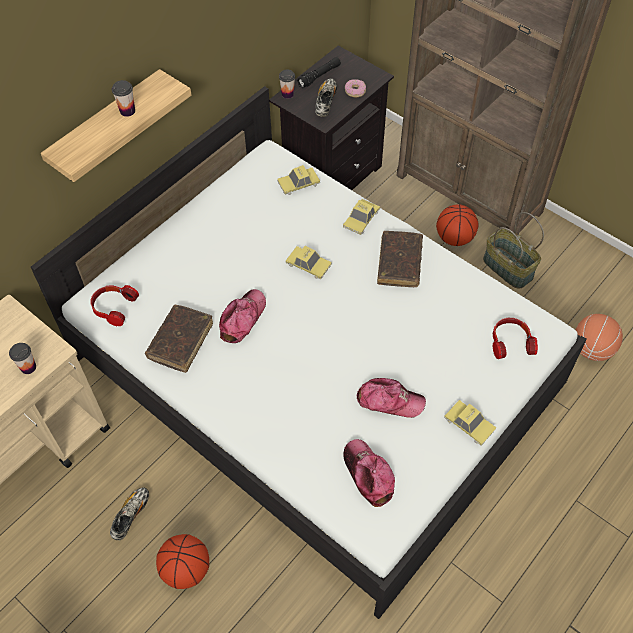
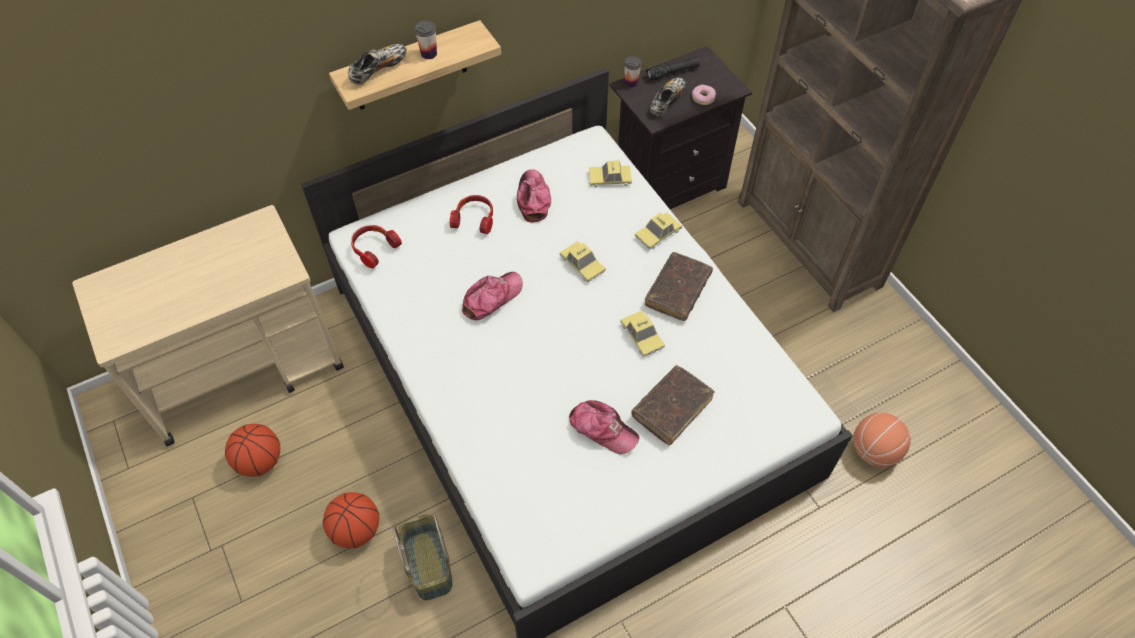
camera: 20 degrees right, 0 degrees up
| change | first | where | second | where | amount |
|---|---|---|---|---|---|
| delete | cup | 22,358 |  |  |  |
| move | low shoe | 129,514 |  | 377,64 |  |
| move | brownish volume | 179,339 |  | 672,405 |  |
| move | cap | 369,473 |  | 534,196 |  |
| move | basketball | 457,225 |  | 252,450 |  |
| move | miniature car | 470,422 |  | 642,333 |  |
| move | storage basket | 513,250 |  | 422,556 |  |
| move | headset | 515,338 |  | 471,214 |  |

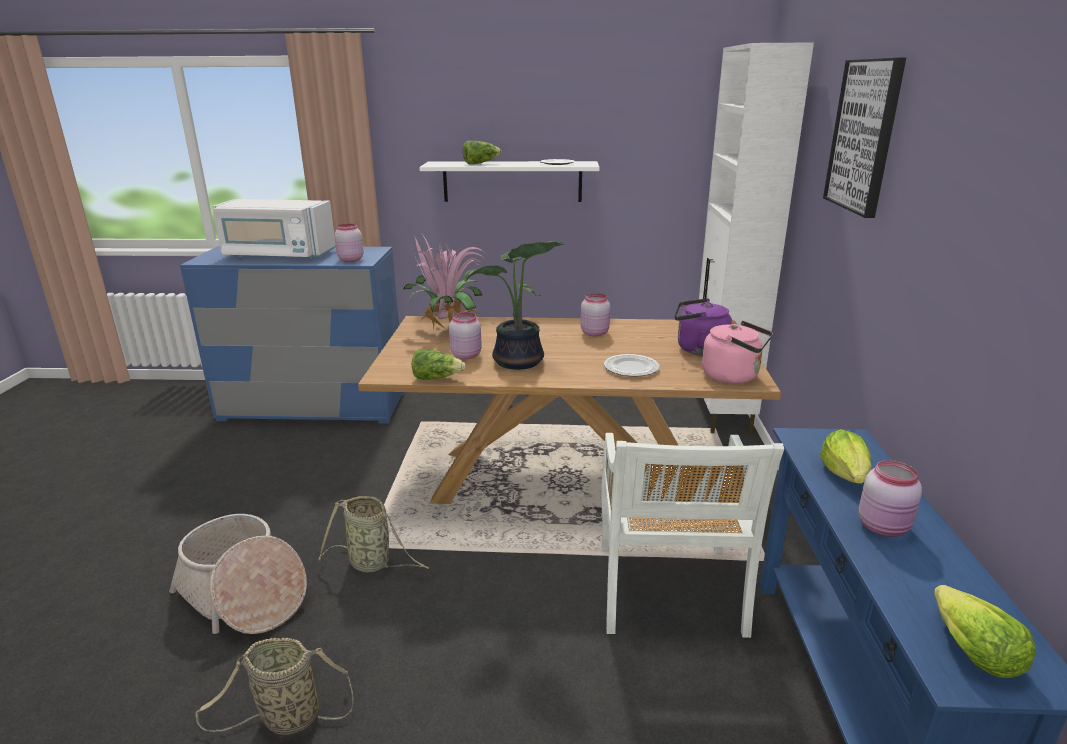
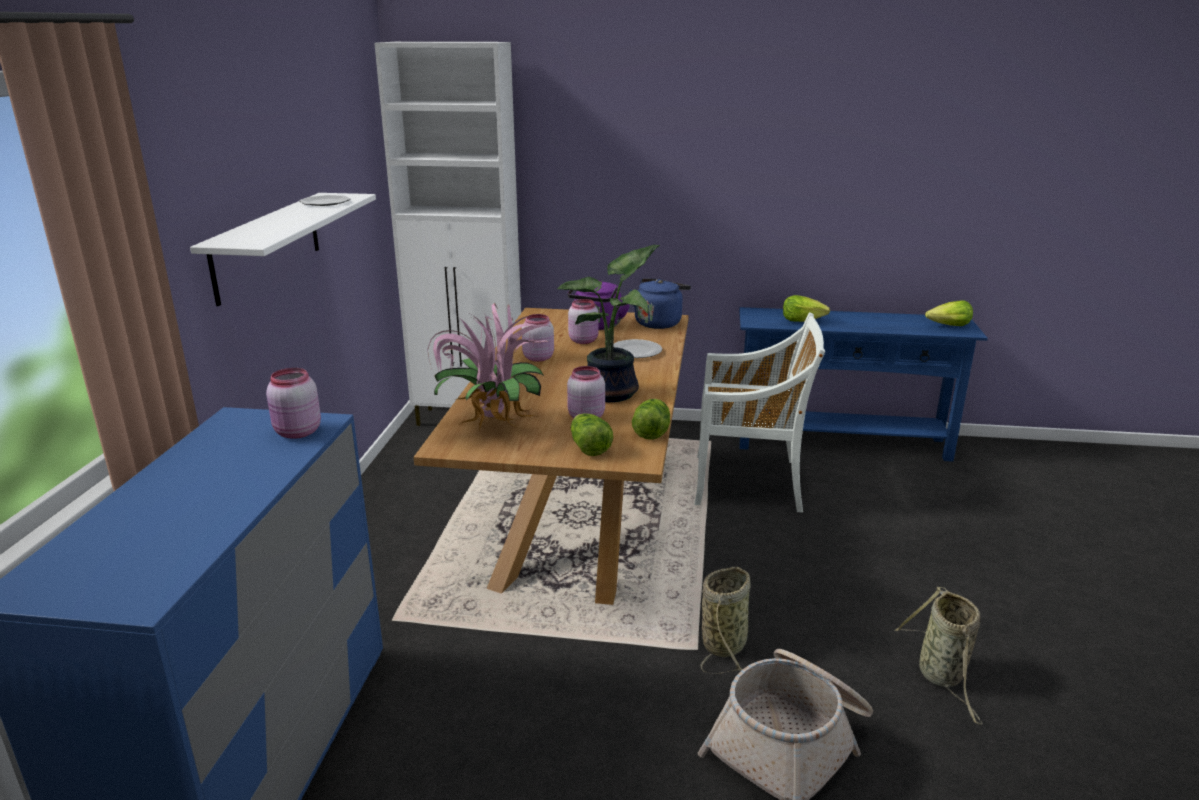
camera: 85 degrees left, 0 degrees up
| change | first | where | second | where | amount |
|---|---|---|---|---|---|
| delete | white microwave oven | 274,229 |  |  |  |
| move | head of lettuce | 482,152 |  | 592,435 |  |
| recolor | pinkish kettle | 737,352 | blue-coloured kettle | 660,303 |  |
| delete | wall picture | 864,138 |  |  |  |
| move | pinkish jar | 890,498 |  | 583,321 |  |

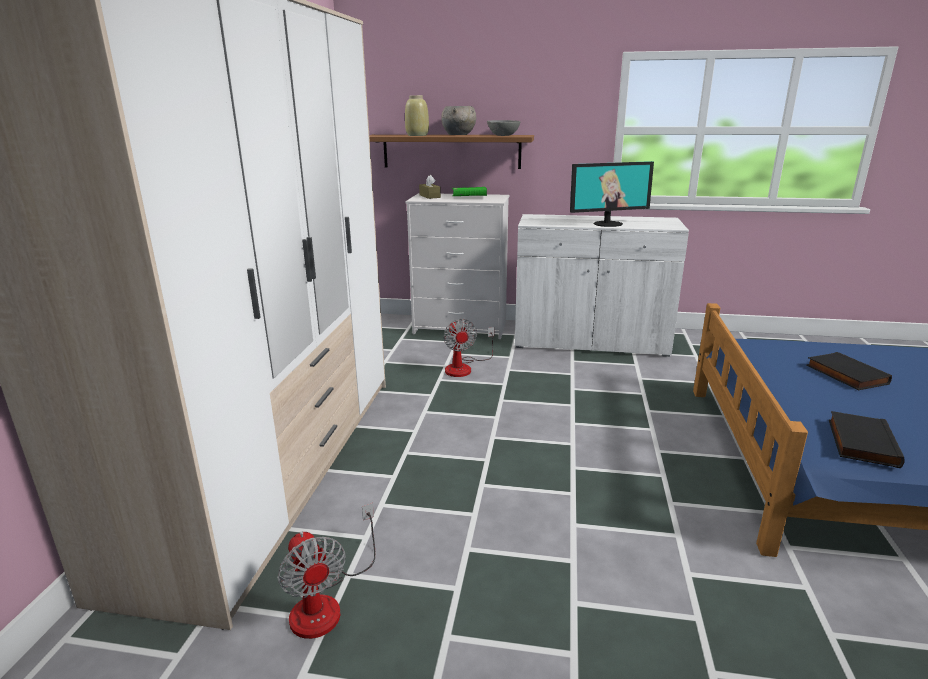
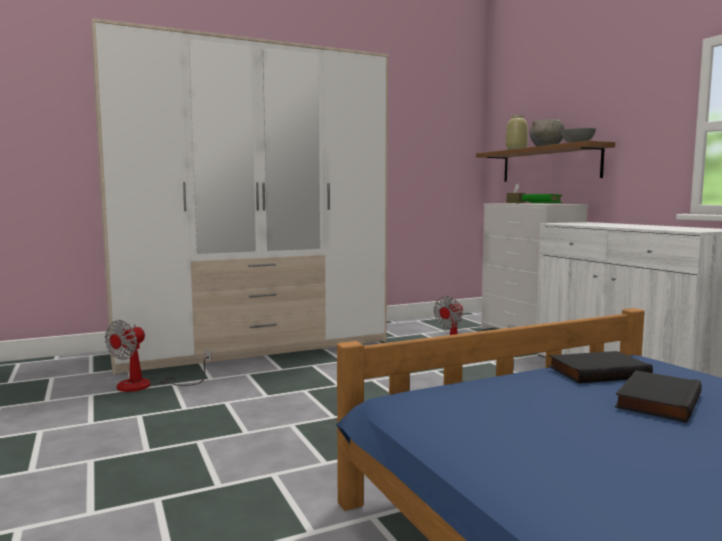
camera: 55 degrees right, 15 degrees down
| change | first | where | second | where | amount |
|---|---|---|---|---|---|
| delete | monitor | 612,194 |  |  |  |
| move | black-coloured volume | 867,439 |  | 601,367 |  |

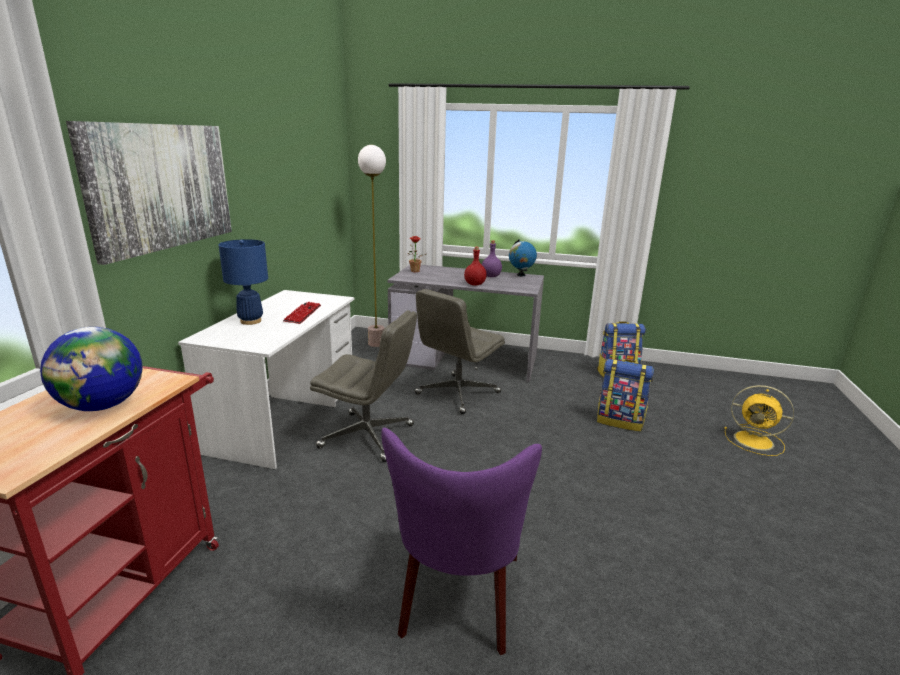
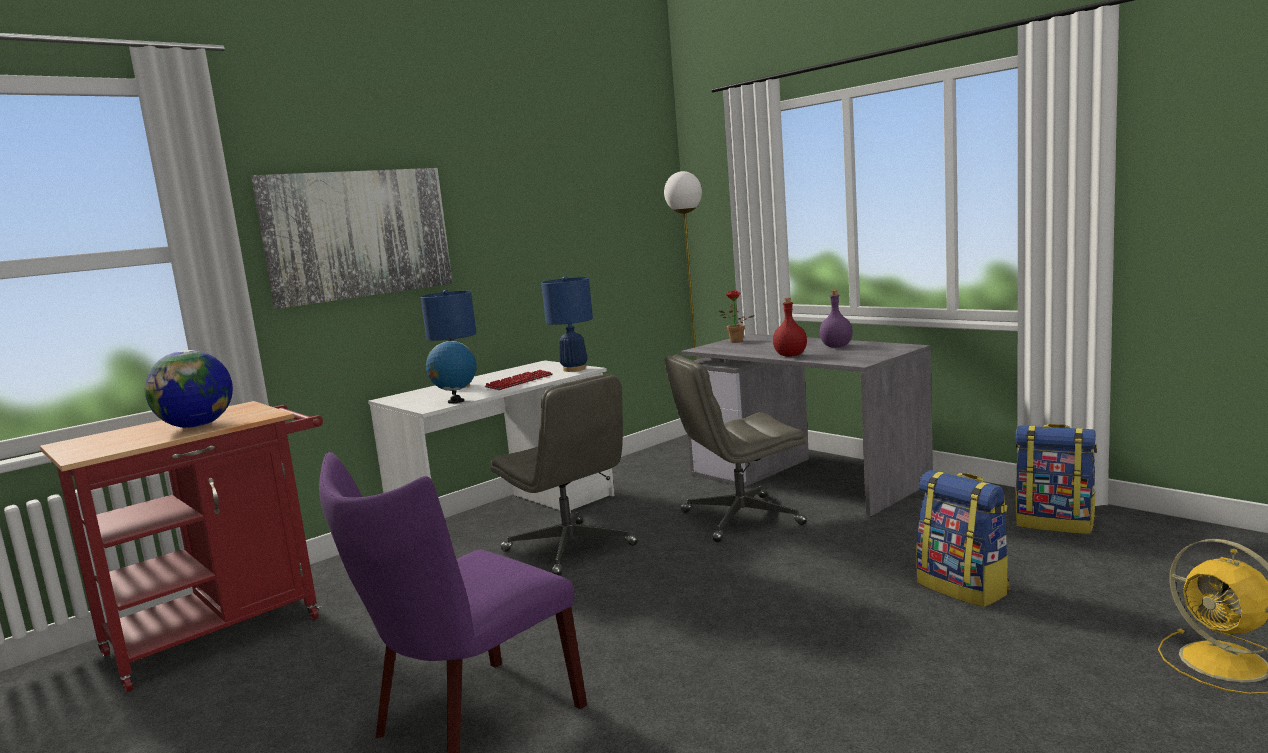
camera: 35 degrees right, 10 degrees down
| change | first | where | second | where | amount |
|---|---|---|---|---|---|
| move | globe | 523,257 |  | 451,371 |  |
| insert |  |  | blue-coloured lamp for a table | 567,324 |  |

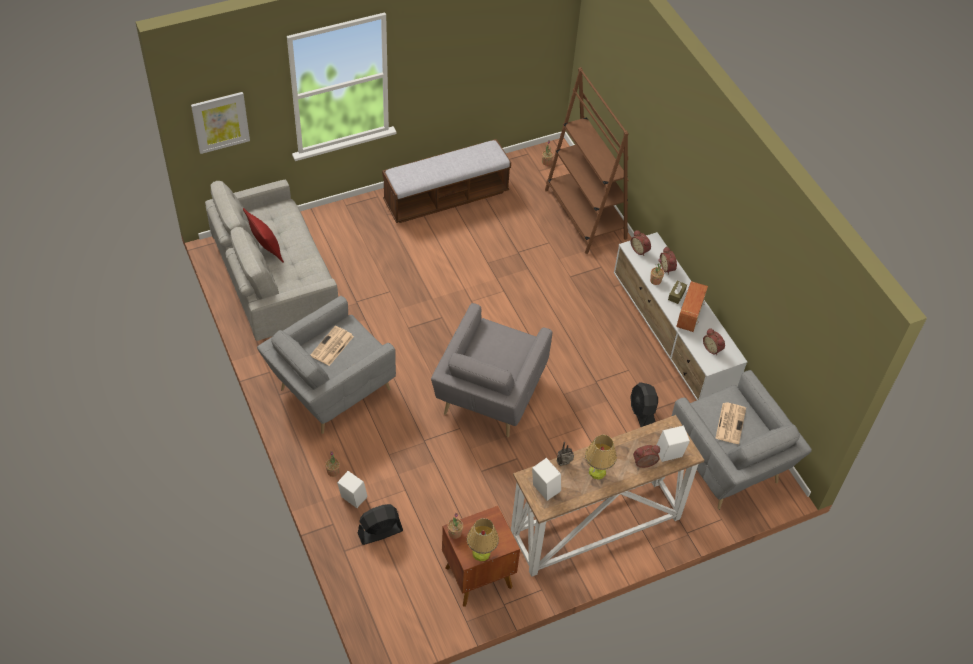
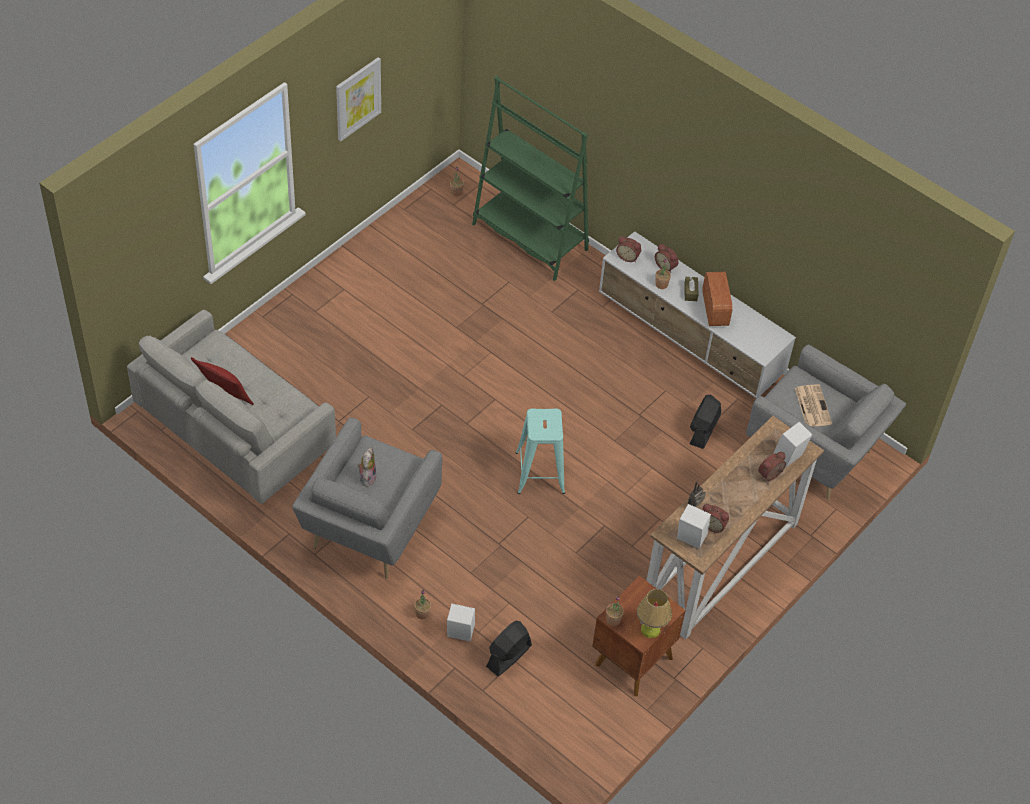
camera: 25 degrees left, 0 degrees up
| change | first | where | second | where | amount |
|---|---|---|---|---|---|
| move | wall picture | 220,123 |  | 358,99 |  |
| replace | daily paper | 332,346 | cuddly toy | 367,467 |  |
| delete | long seat | 446,181 |  |  |  |
| replace | greyish easy chair | 491,370 | turquoise-coloured stool | 540,451 |  |
| recolor | brownish bookshelf | 587,160 | green bookshelf | 530,178 |  |
| delete | lamp for a table | 601,457 |  |  |  |
| rotate | black-coloured cooling fan | 644,404 |  | 705,421 | 60 degrees clockwise |
| move | bedside clock | 714,341 |  | 716,518 |  |

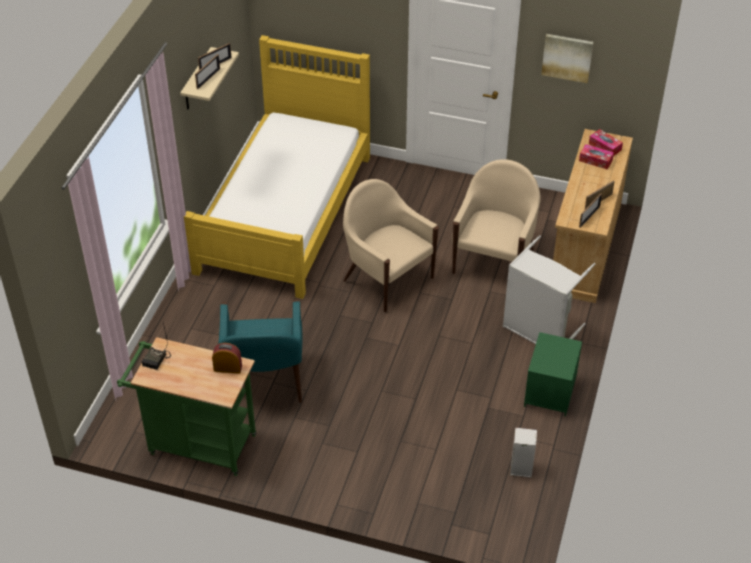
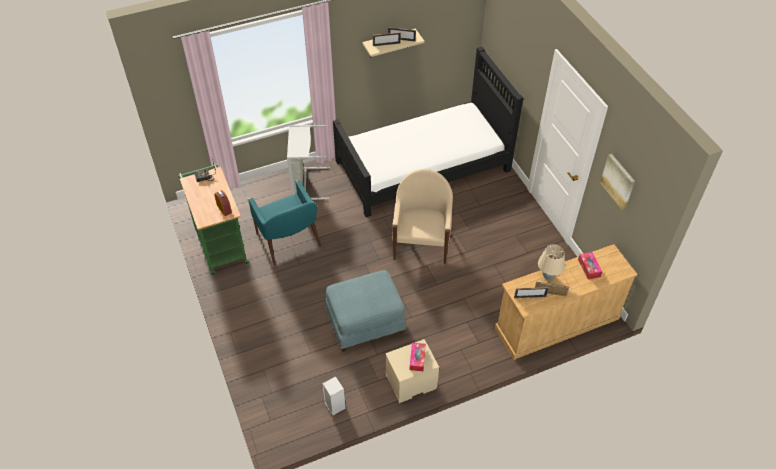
camera: 50 degrees right, 5 degrees up
| change | first | where | second | where | amount |
|---|---|---|---|---|---|
| recolor | yellow-coloured bedroom bed | 277,167 | black-coloured bedroom bed | 428,132 |  |
| rotate | turquoise-coloured easy chair | 260,351 |  | 284,223 | 75 degrees counterclockwise |
| delete | beige-coloured easy chair | 496,216 |  |  |  |
| move | greyish washing basket | 549,289 |  | 308,162 |  |
| recolor | green bedside table | 553,374 | beige-coloured bedside table | 412,371 |  |
| move | tissue holder | 606,142 |  | 418,357 |  |
| insert |  |  | blue-coloured footrest | 365,311 |  |
| insert |  |  | beige-coloured lamp for a table | 551,262 |  |

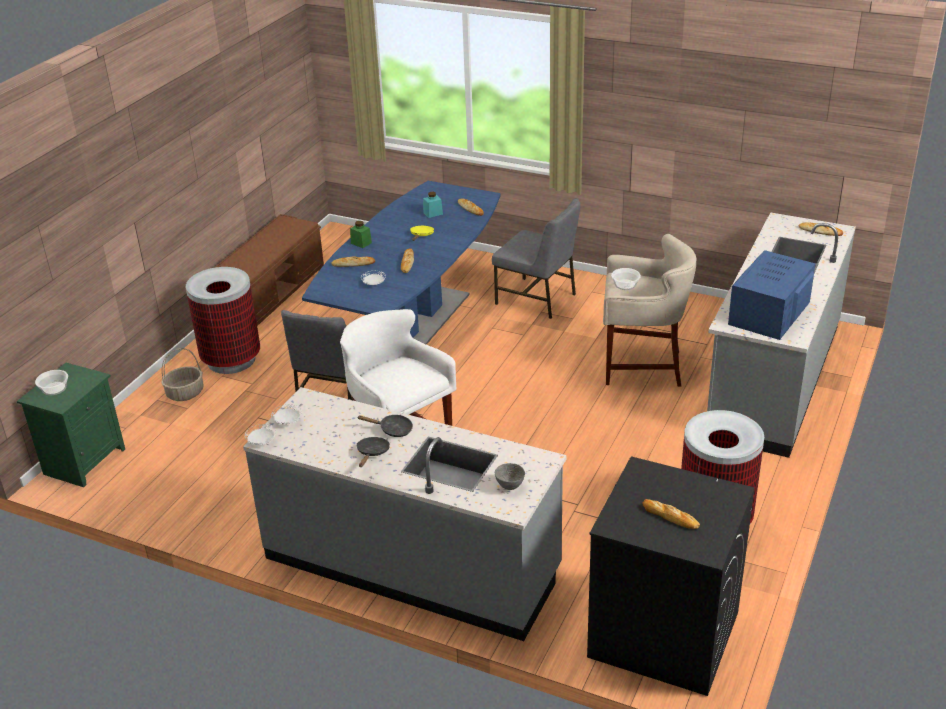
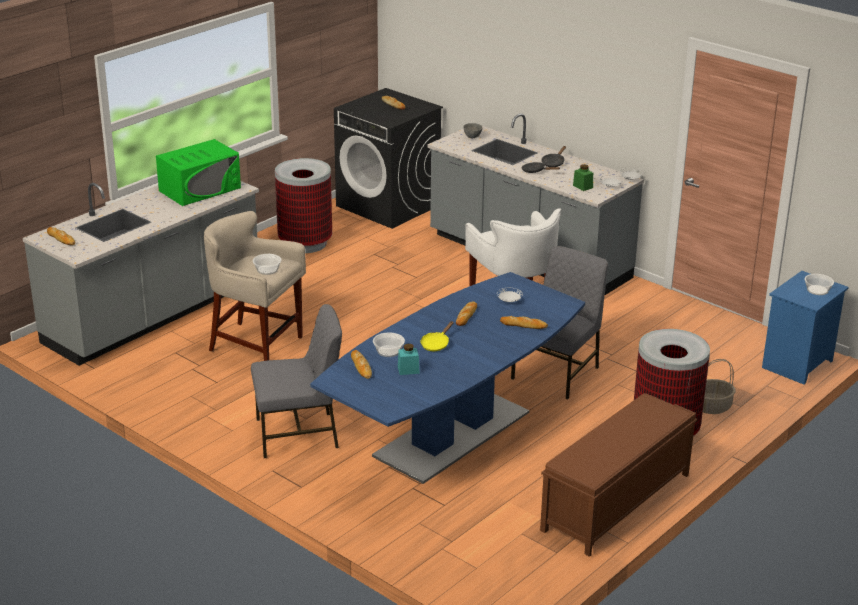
camera: 165 degrees left, 5 degrees down
| change | first | where | second | where | amount |
|---|---|---|---|---|---|
| recolor | green bedside table | 71,425 | blue-coloured bedside table | 805,327 |  |
| move | green jar | 361,234 |  | 583,177 |  |
| rotate | greyish chair | 536,258 |  | 296,381 | 120 degrees clockwise |
| recolor | blue-coloured microwave oven | 771,295 | green microwave oven | 198,172 |  |
| insert |  |  | bowl | 389,345 |  |

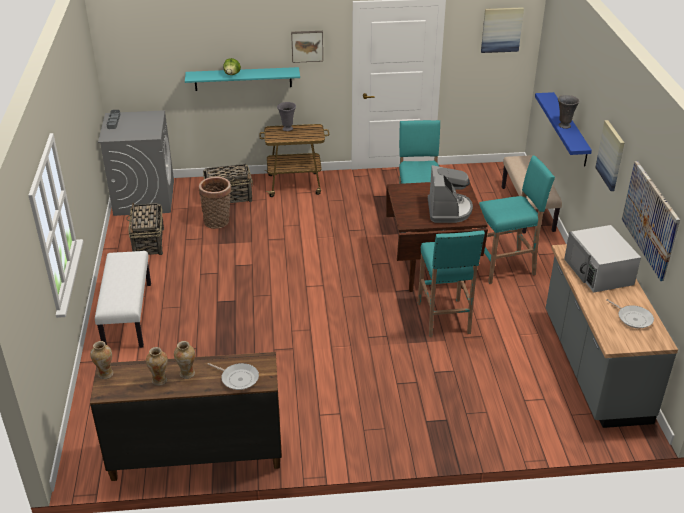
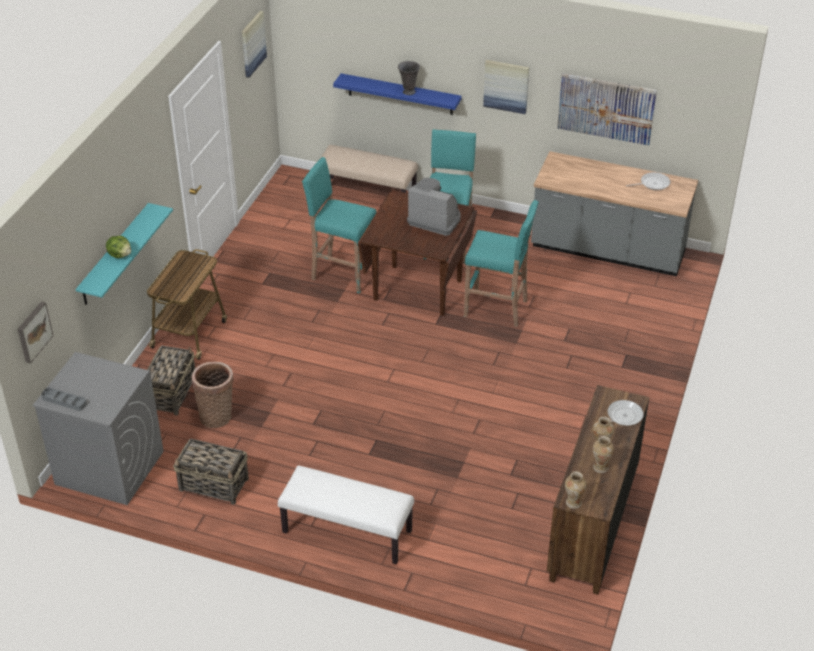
camera: 65 degrees left, 5 degrees up
| change | first | where | second | where | amount |
|---|---|---|---|---|---|
| delete | greyish decorative vase | 286,116 |  |  |  |
| move | wall picture | 307,47 |  | 36,333 |  |
| delete | white microwave oven | 602,259 |  |  |  |

